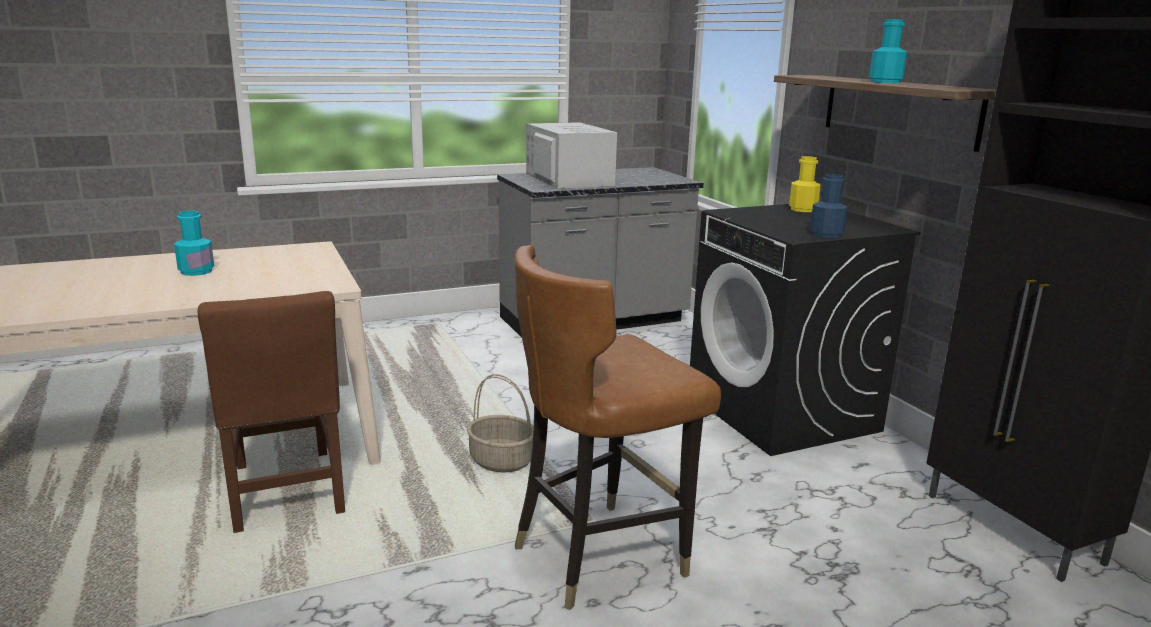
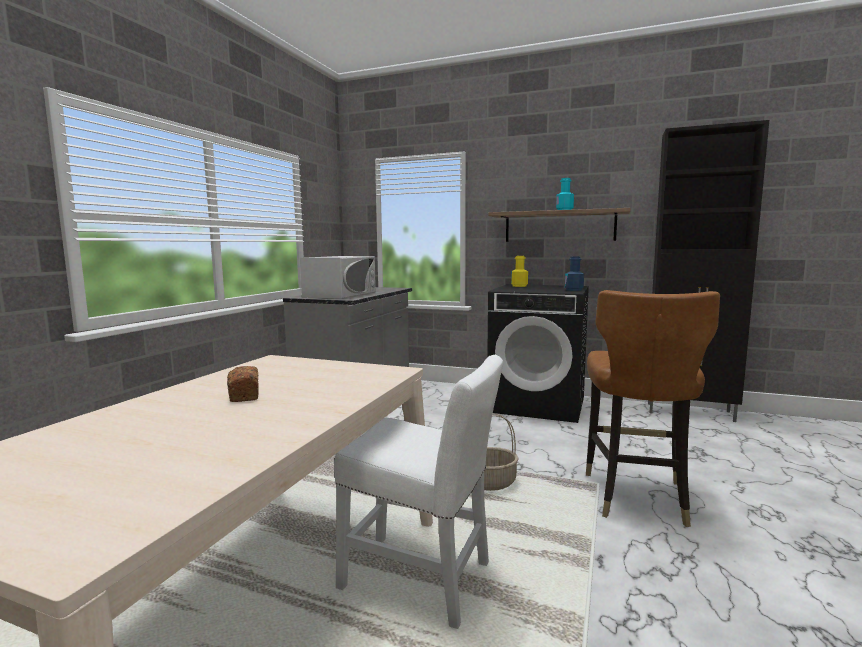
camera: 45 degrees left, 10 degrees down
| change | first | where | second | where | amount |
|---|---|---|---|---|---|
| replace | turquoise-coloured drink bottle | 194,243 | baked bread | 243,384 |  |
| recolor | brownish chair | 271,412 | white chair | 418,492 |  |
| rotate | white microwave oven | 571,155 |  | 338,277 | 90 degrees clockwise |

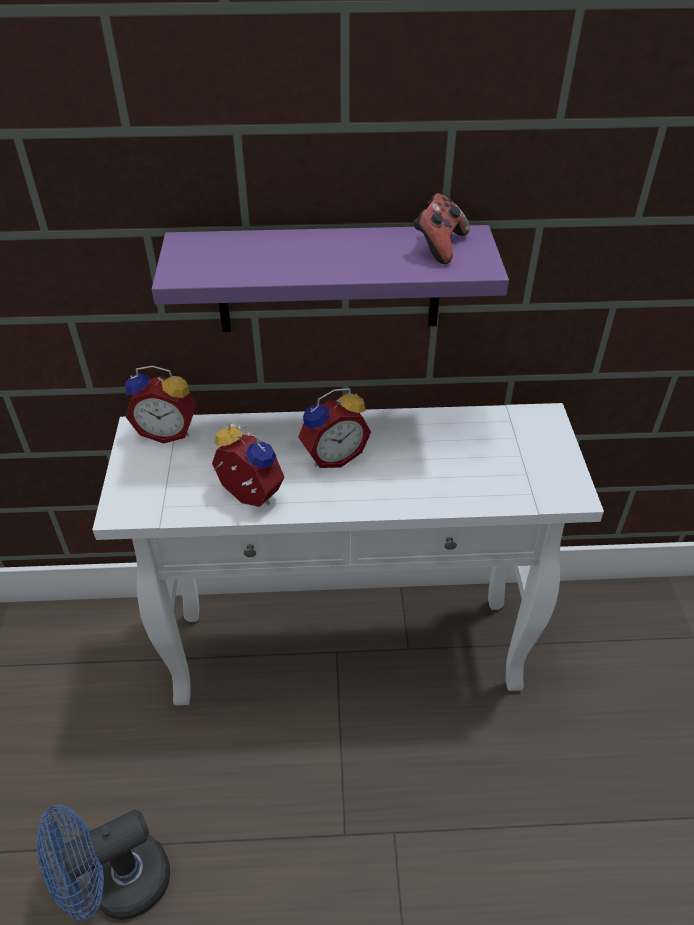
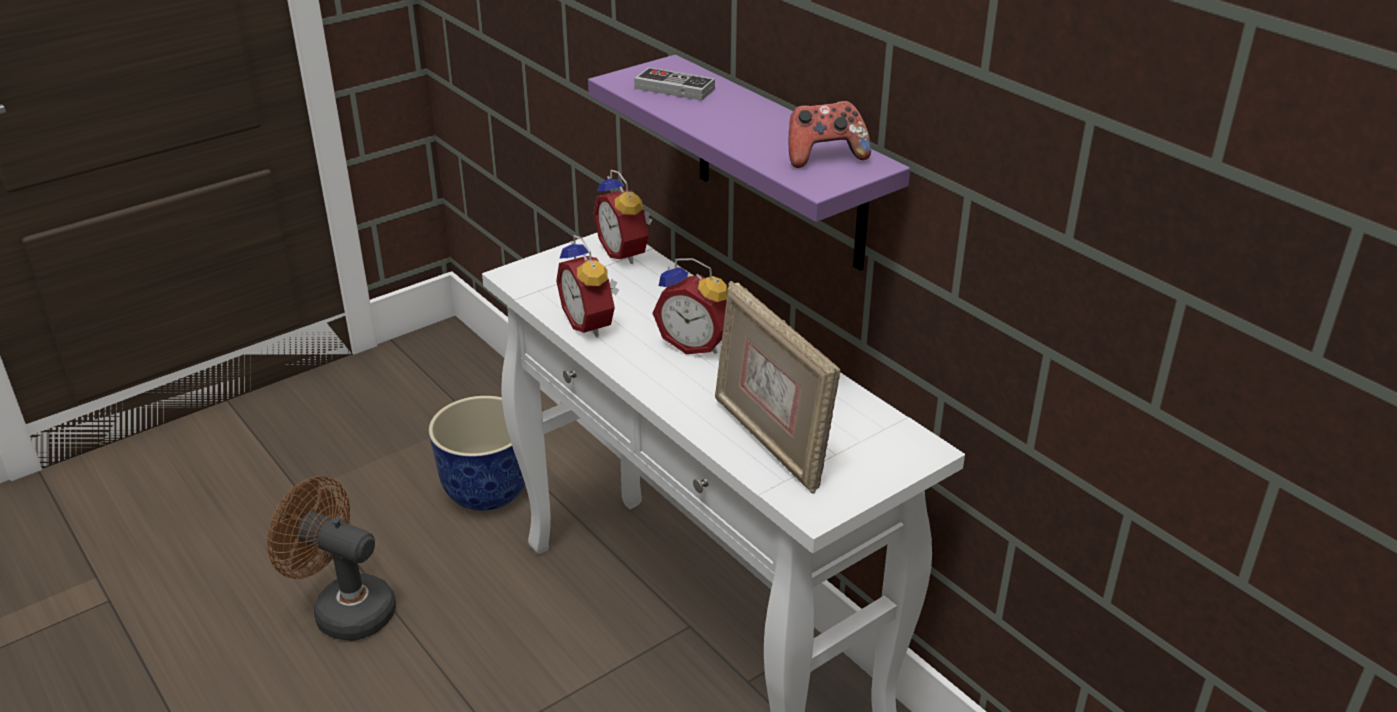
camera: 55 degrees right, 10 degrees down
| change | first | where | second | where | amount |
|---|---|---|---|---|---|
| recolor | blue-coloured cooling fan | 103,862 | brownish cooling fan | 331,558 |  |
| rotate | bedside clock | 248,464 |  | 587,286 | 150 degrees clockwise |
| insert |  |  | planter | 476,453 |  |
| insert |  |  | game controller | 674,84 |  |
| insert |  |  | standing frame | 777,387 |  |

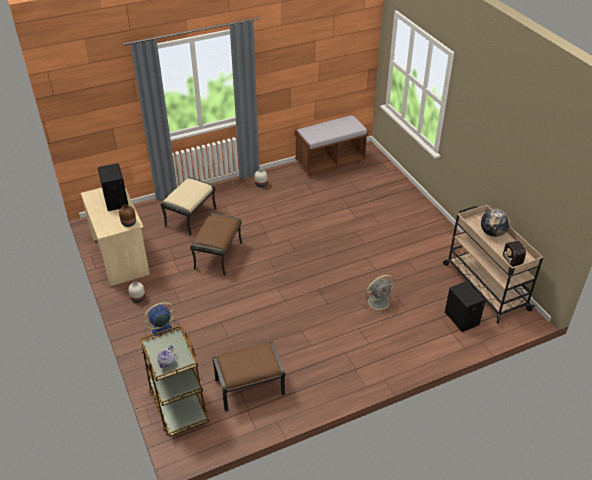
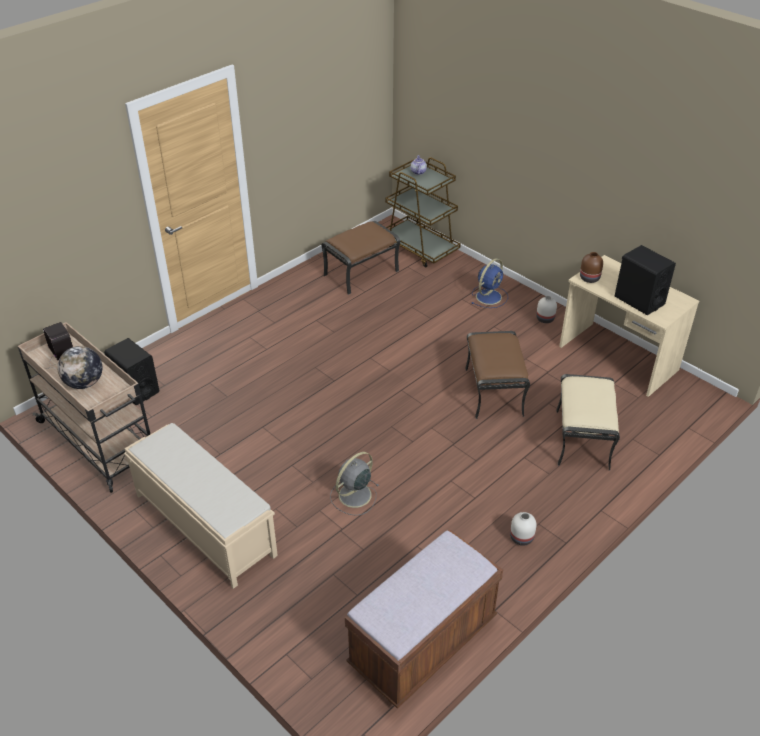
camera: 160 degrees right, 0 degrees up
| change | first | where | second | where | amount |
|---|---|---|---|---|---|
| move | greyish cooling fan | 378,294 |  | 354,484 |  |
| insert |  |  | beige-coloured long seat | 201,506 |  |

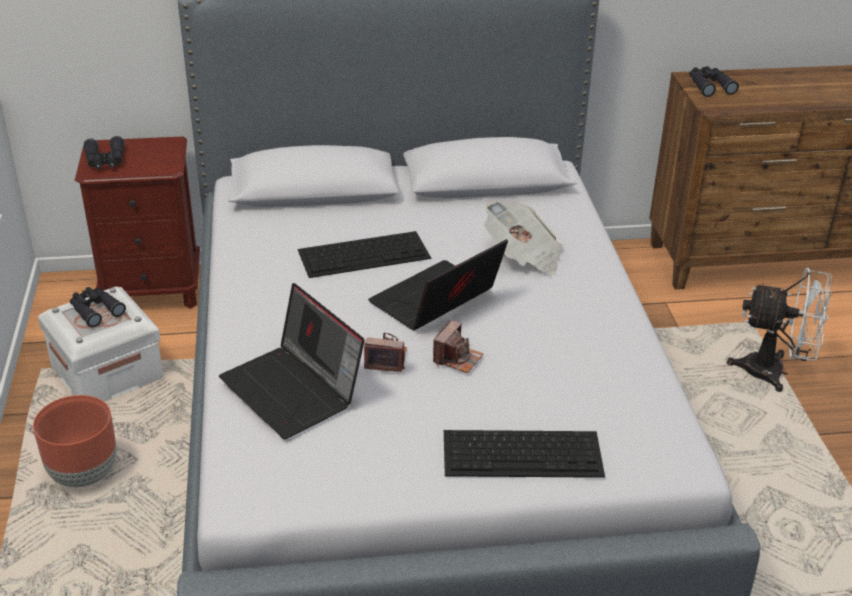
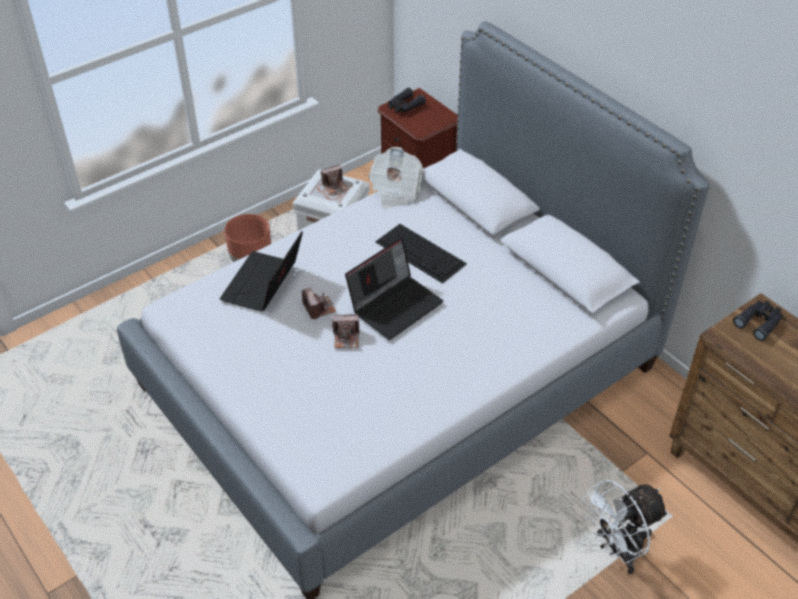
camera: 60 degrees right, 10 degrees up
| change | first | where | second | where | amount |
|---|---|---|---|---|---|
| replace | black-coloured binoculars | 98,307 | photo camera | 334,179 |  |
| rotate | portable computer | 438,284 |  | 394,289 | 120 degrees clockwise |
| delete | keyboard | 524,454 |  |  |  |
| move | daily paper | 524,238 |  | 395,177 |  |
| rotate | white cooling fan | 779,330 |  | 625,526 | 75 degrees clockwise |

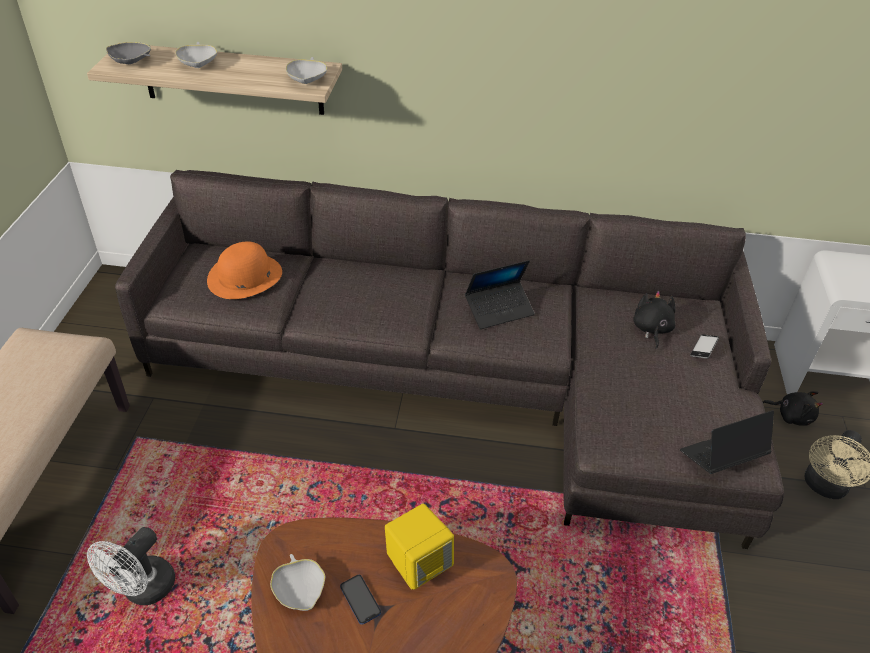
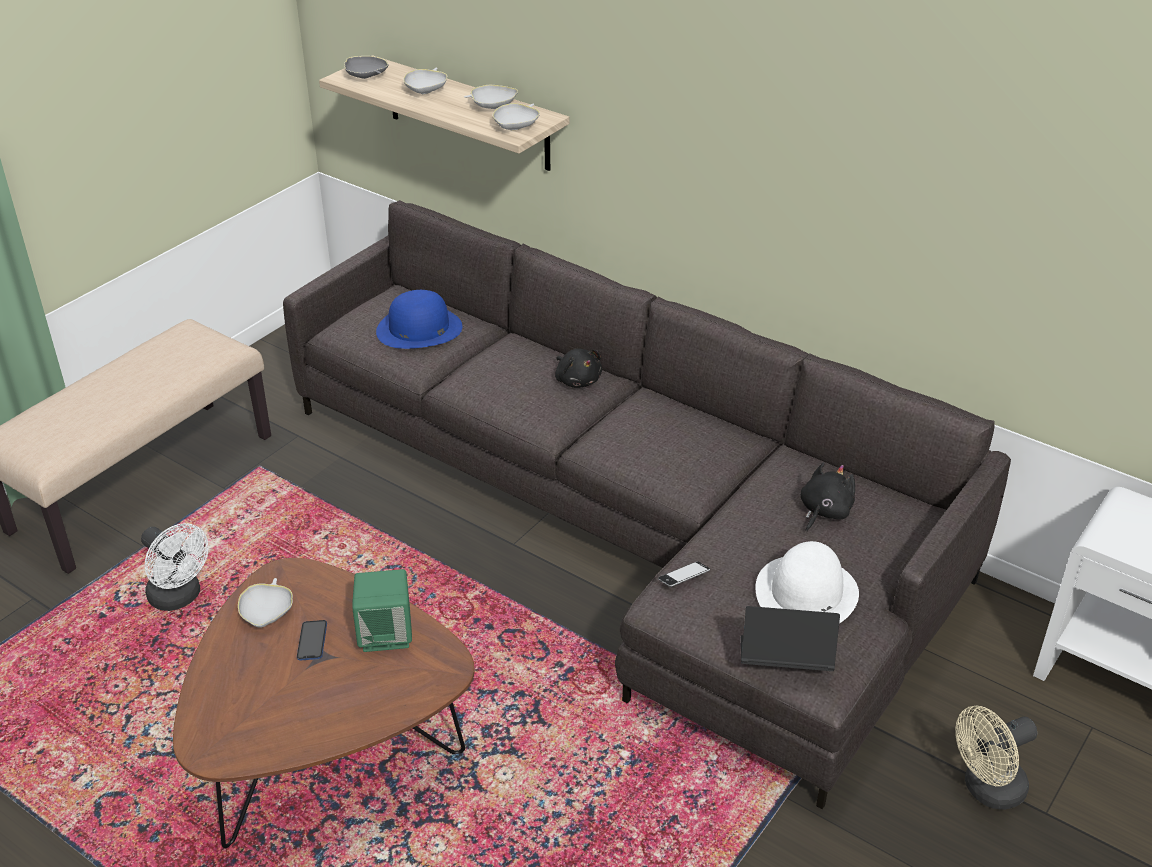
camera: 30 degrees right, 5 degrees down
| change | first | where | second | where | amount |
|---|---|---|---|---|---|
| rotate | white cooling fan | 131,566 |  | 175,567 | 105 degrees counterclockwise |
| recolor | orange wearable hat | 244,270 | blue-coloured wearable hat | 419,319 |  |
| recolor | yellow-coloured loudspeaker | 419,547 | green loudspeaker | 382,610 |  |
| delete | portable computer | 500,294 |  |  |  |
| move | handset | 704,346 |  | 684,574 |  |
| move | black-coloured cuddly toy | 793,408 |  | 578,368 |  |
| insert |  |  | white bowl | 491,97 |  |
| insert |  |  | white wearable hat | 807,582 |  |

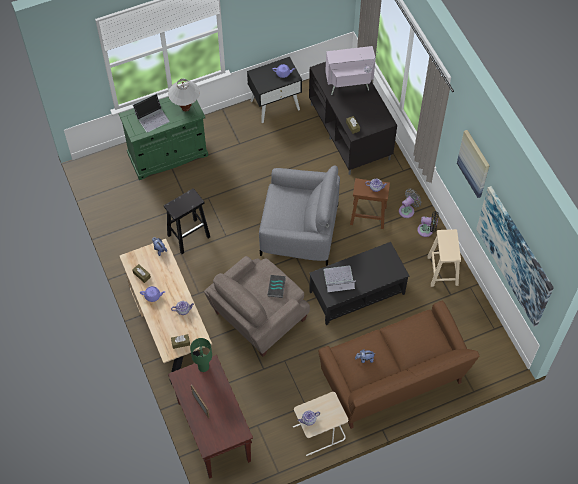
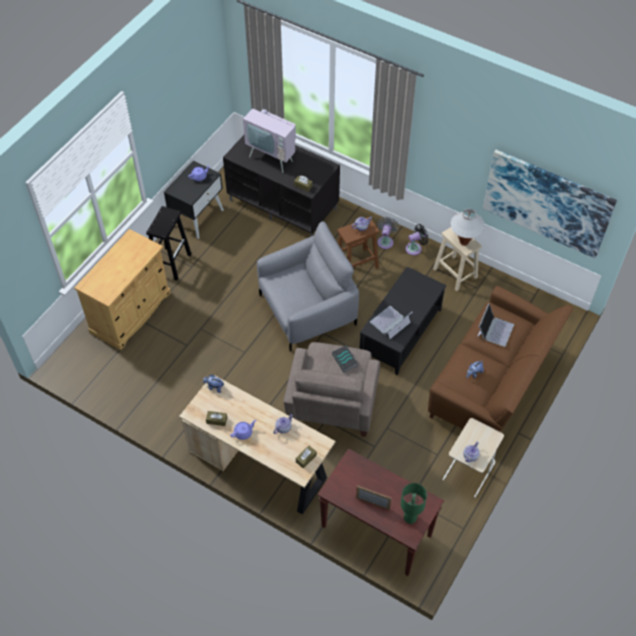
camera: 35 degrees left, 5 degrees down
| change | first | where | second | where | amount |
|---|---|---|---|---|---|
| recolor | green cabinet | 163,138 | beige-coloured cabinet | 122,289 |  |
| move | portable computer | 151,113 |  | 495,325 |  |
| move | black-coloured stool | 187,221 |  | 169,243 |  |
| move | white lamp for a table | 184,95 |  | 467,227 |  |
| move | green lamp for a table | 201,355 |  | 414,503 |  |
| rotate | TV set | 351,70 |  | 269,134 | 105 degrees counterclockwise |
| delete | wall picture | 473,164 |  |  |  |

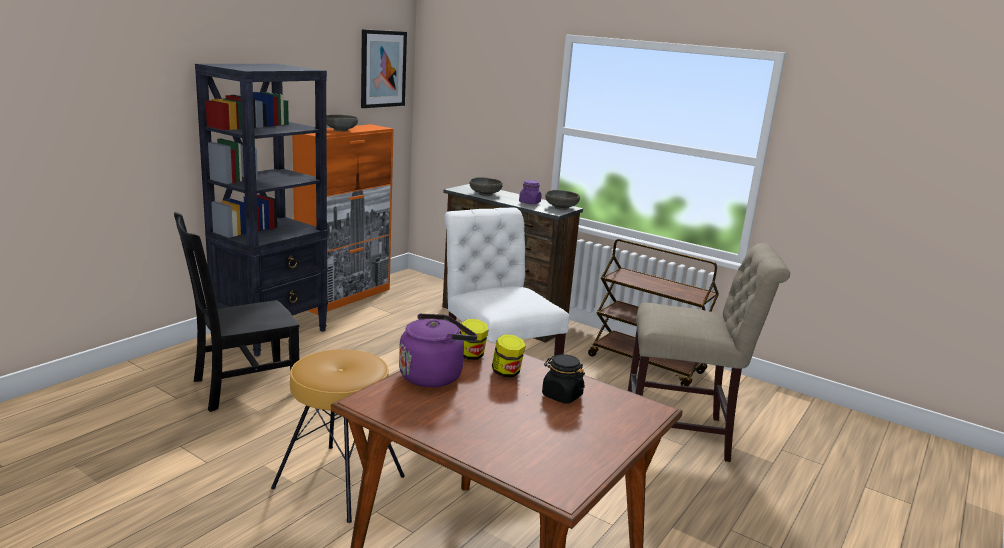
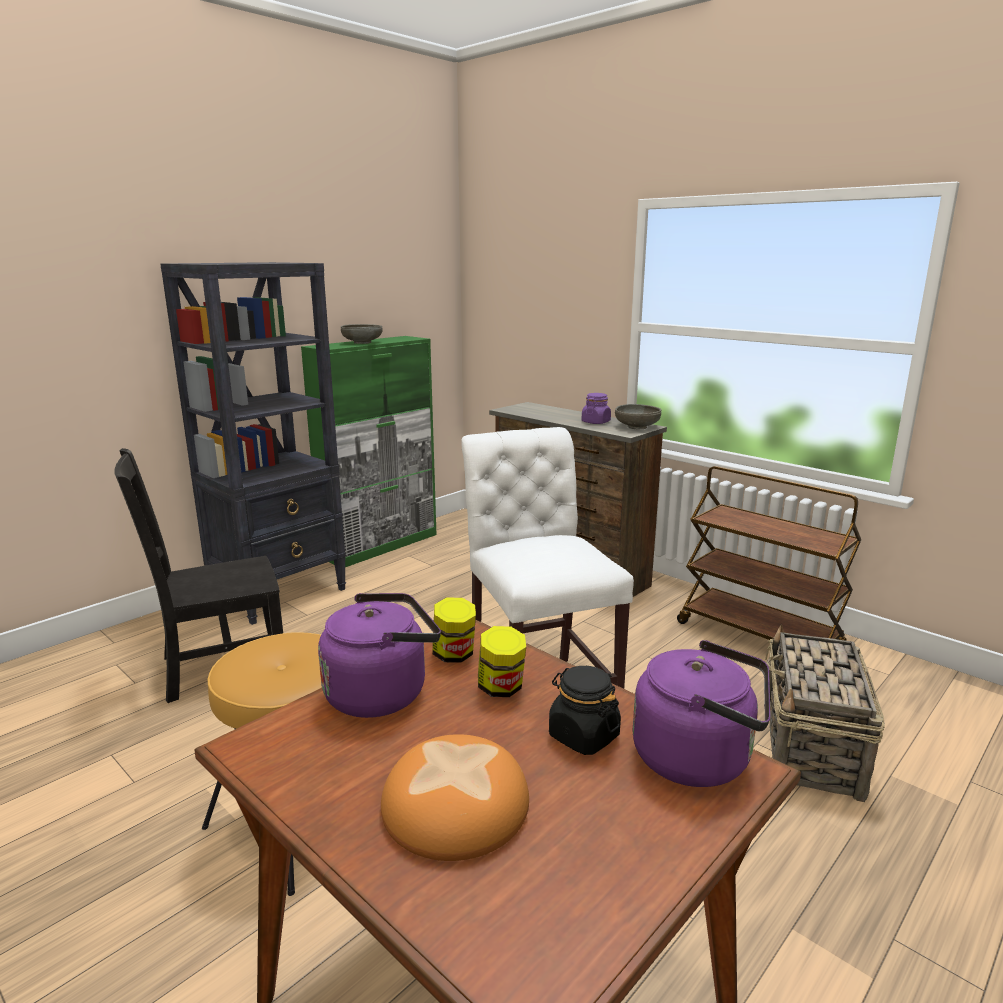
camera: 10 degrees right, 0 degrees up
| change | first | where | second | where | amount |
|---|---|---|---|---|---|
| recolor | orange cabinet | 343,219 | green cabinet | 369,451 |  |
| delete | wall picture | 384,68 |  |  |  |
| delete | greyish bowl | 486,186 |  |  |  |
| replace | beige-coloured chair | 709,352 | storage basket | 824,713 |  |
| insert |  |  | baked bread | 455,797 |  |
| insert |  |  | purple kettle | 701,713 |  |

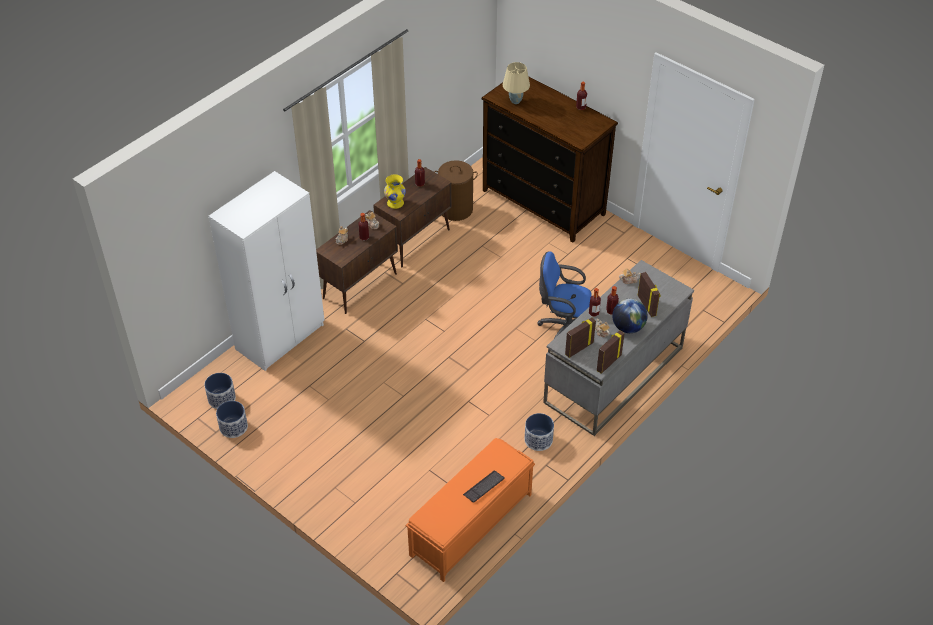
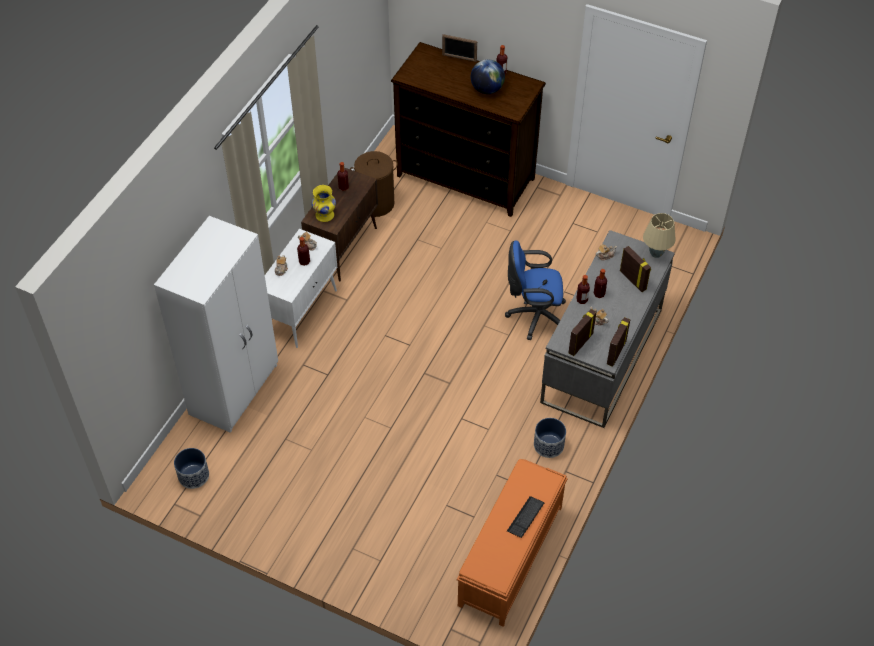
camera: 15 degrees left, 5 degrees up
| change | first | where | second | where | amount |
|---|---|---|---|---|---|
| delete | planter | 232,419 |  |  |  |
| recolor | brownish cabinet | 357,262 | white cabinet | 301,288 |  |
| move | beige-coloured lamp for a table | 516,83 |  | 659,235 |  |
| move | globe | 630,315 |  | 488,76 |  |
| insert |  |  | standing frame | 459,48 |  |

